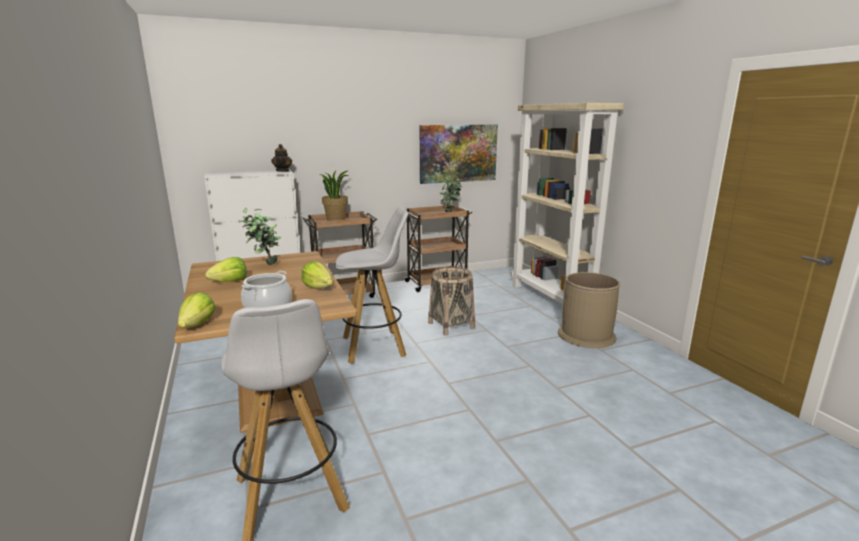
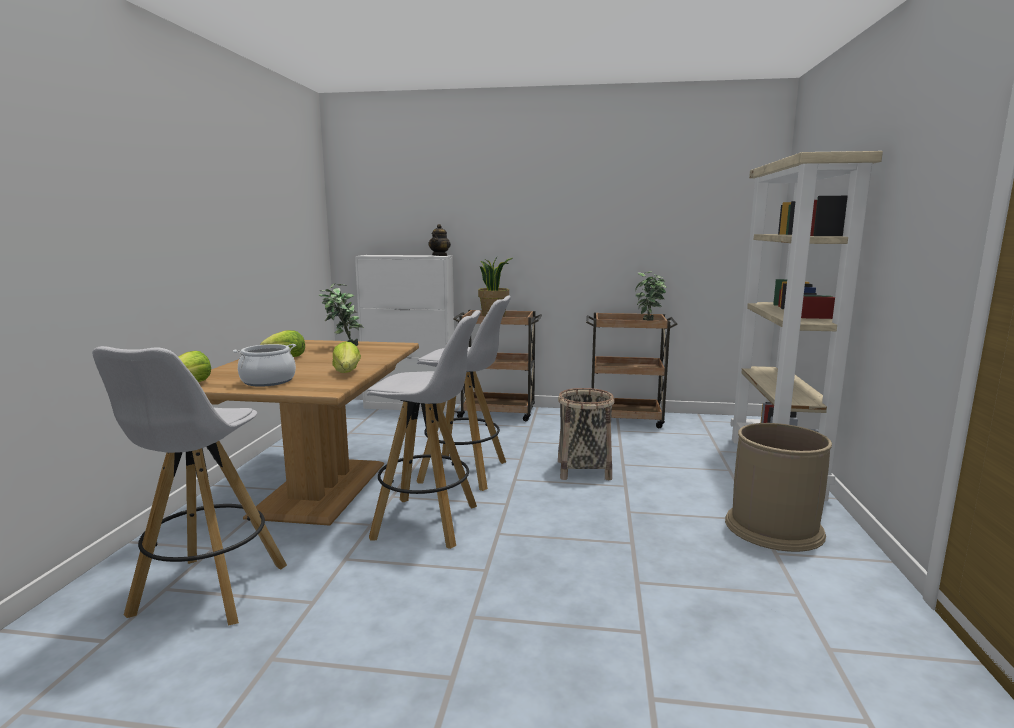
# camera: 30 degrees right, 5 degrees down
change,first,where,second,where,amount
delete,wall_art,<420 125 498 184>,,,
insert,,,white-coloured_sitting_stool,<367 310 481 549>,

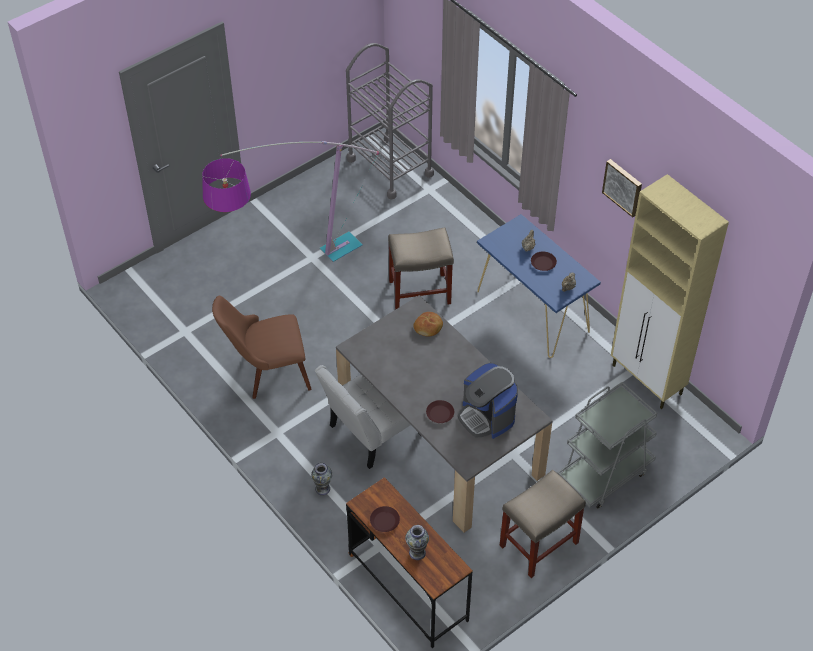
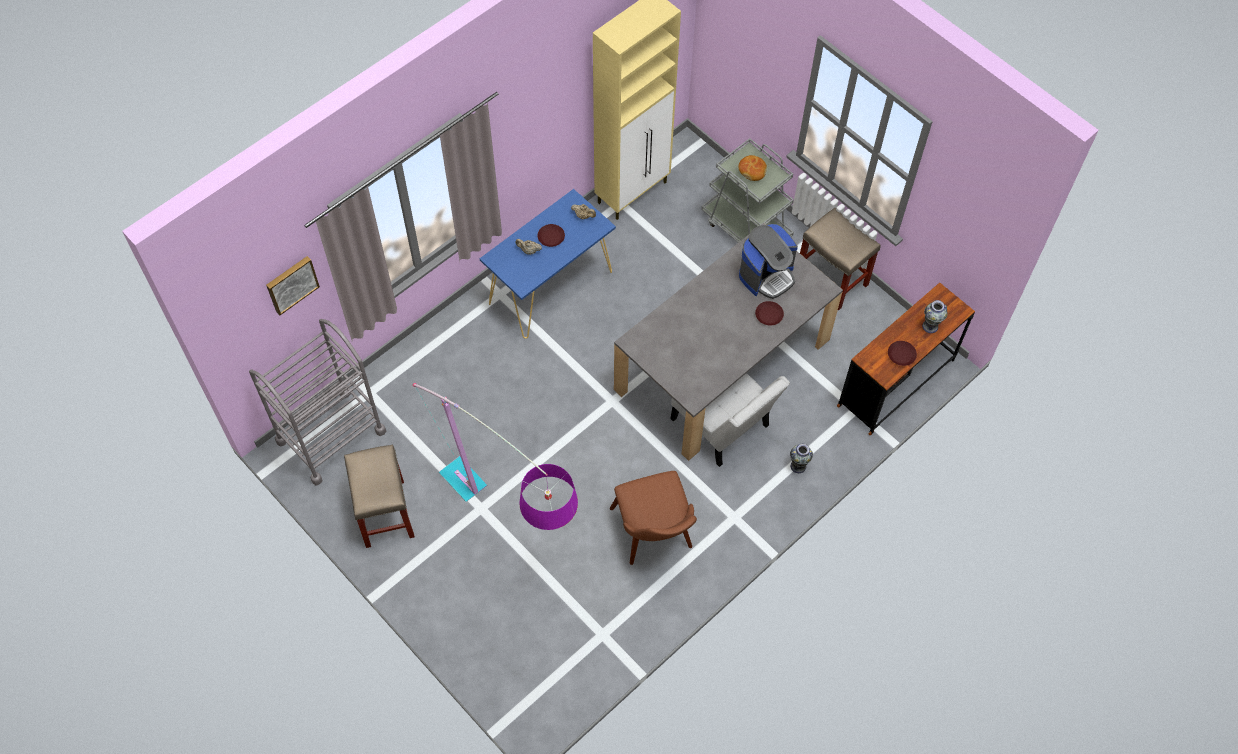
# camera: 95 degrees left, 10 degrees up
change,first,where,second,where,amount
move,wall_art,<602 159 642 218>,,<266 256 320 315>,
move,sand-coloured_sitting_stool,<388 227 454 310>,,<344 445 415 548>,
move,baked_bread,<413 312 443 336>,,<738 155 767 181>,

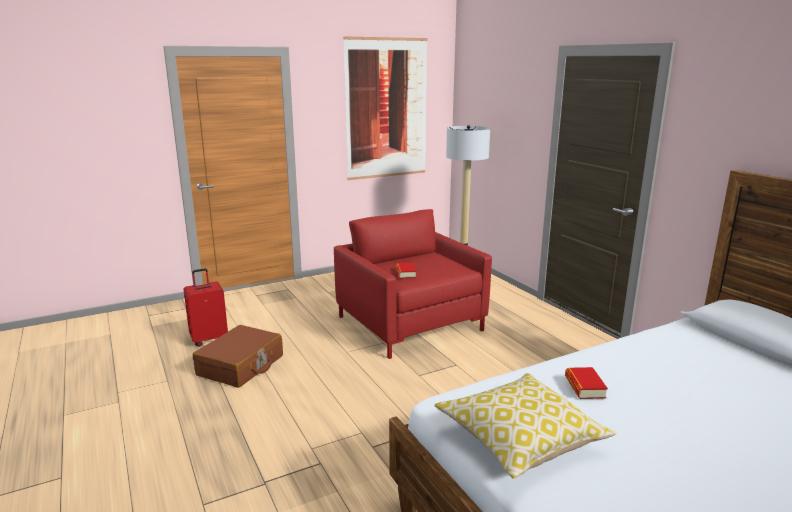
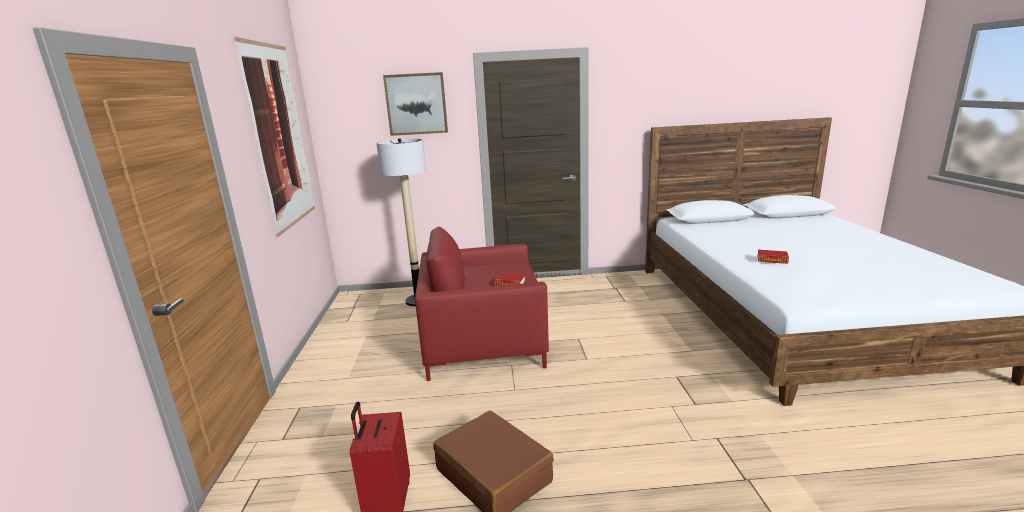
# camera: 65 degrees left, 0 degrees up
change,first,where,second,where,amount
delete,cushion,<434 373 616 479>,,,
insert,,,wall_art,<383 72 448 136>,

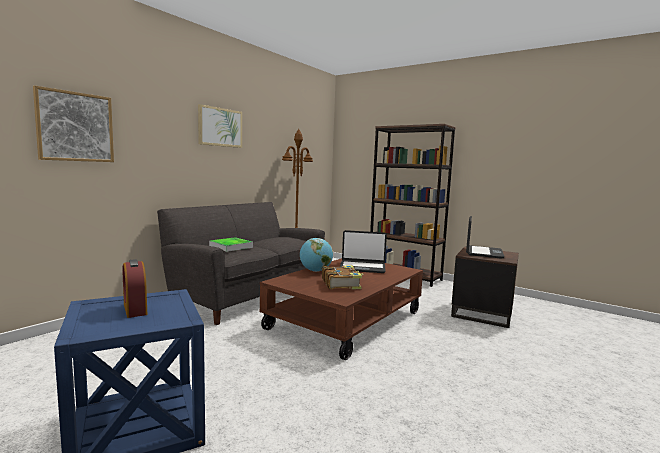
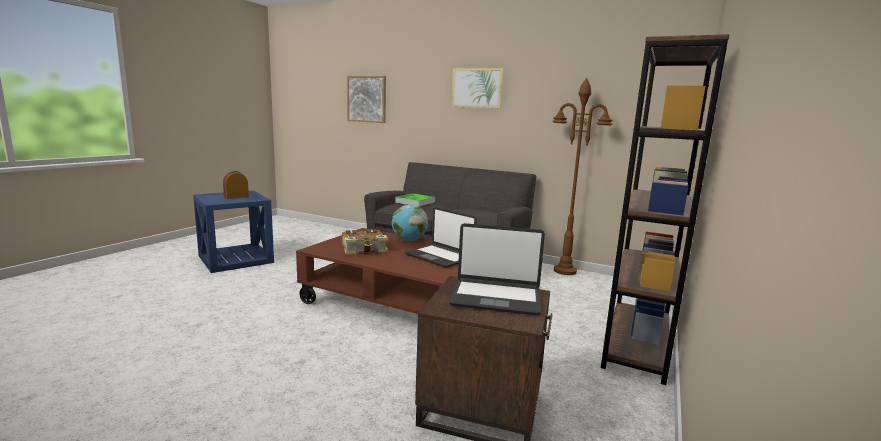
# camera: 80 degrees right, 5 degrees up
change,first,where,second,where,amount
rotate,notebook_computer,<339 230 387 273>,,<405 207 477 268>,45 degrees counterclockwise

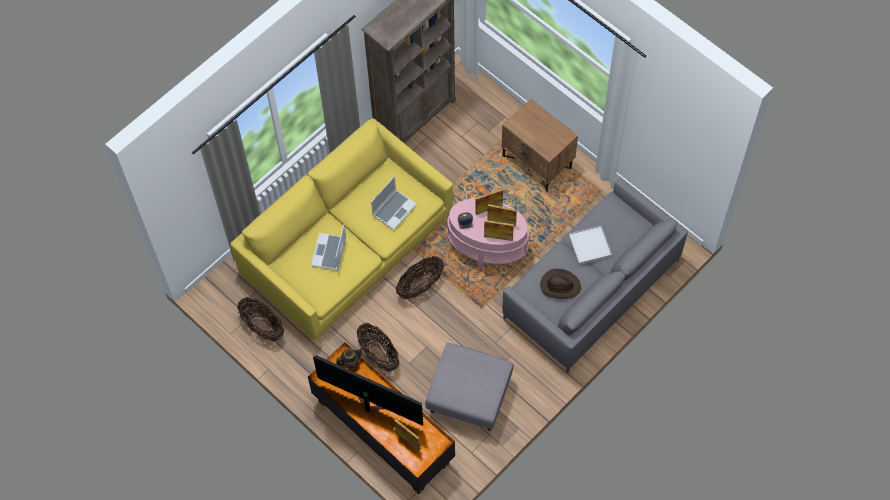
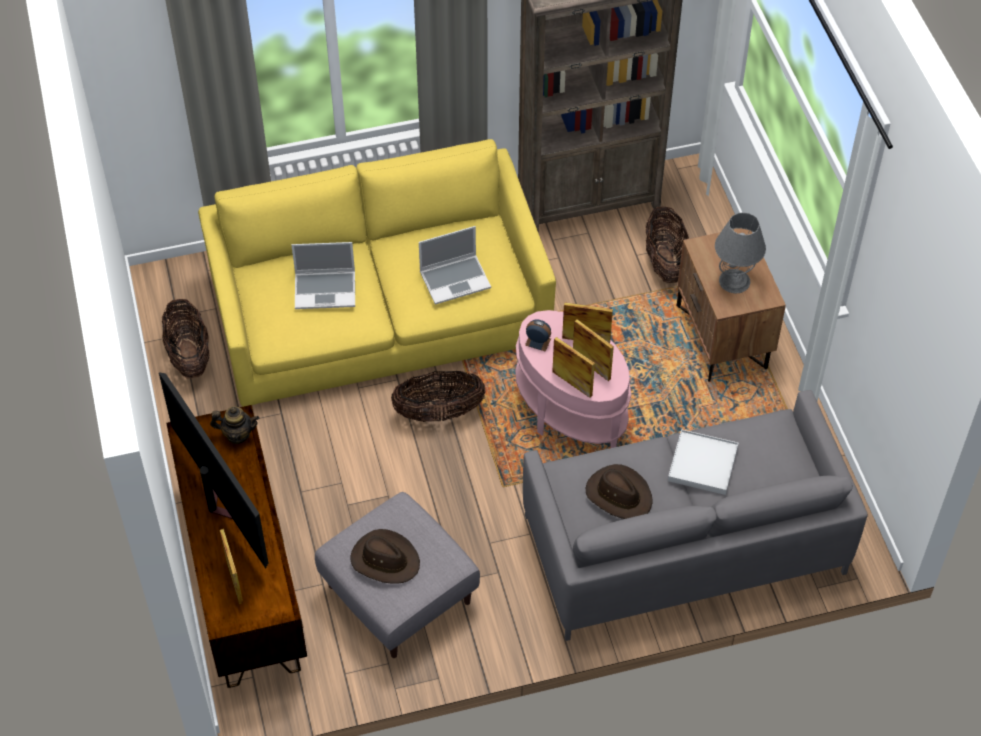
# camera: 30 degrees right, 10 degrees down
change,first,where,second,where,amount
rotate,notebook_computer,<311 224 346 270>,,<291 242 355 309>,135 degrees counterclockwise
move,storage_basket,<357 323 399 372>,,<646 207 689 283>,
insert,,,gray_lamp_for_a_table,<715 212 766 293>,
insert,,,brown_wearable_hat,<351 529 420 584>,

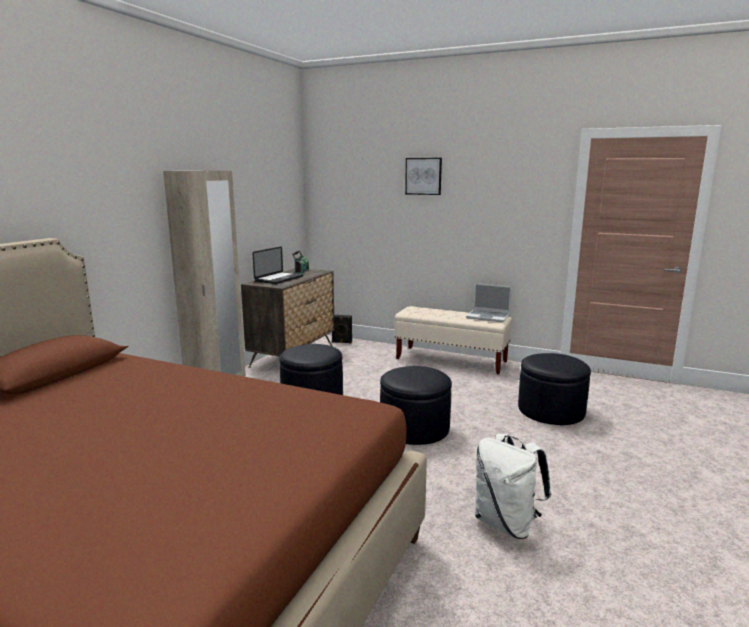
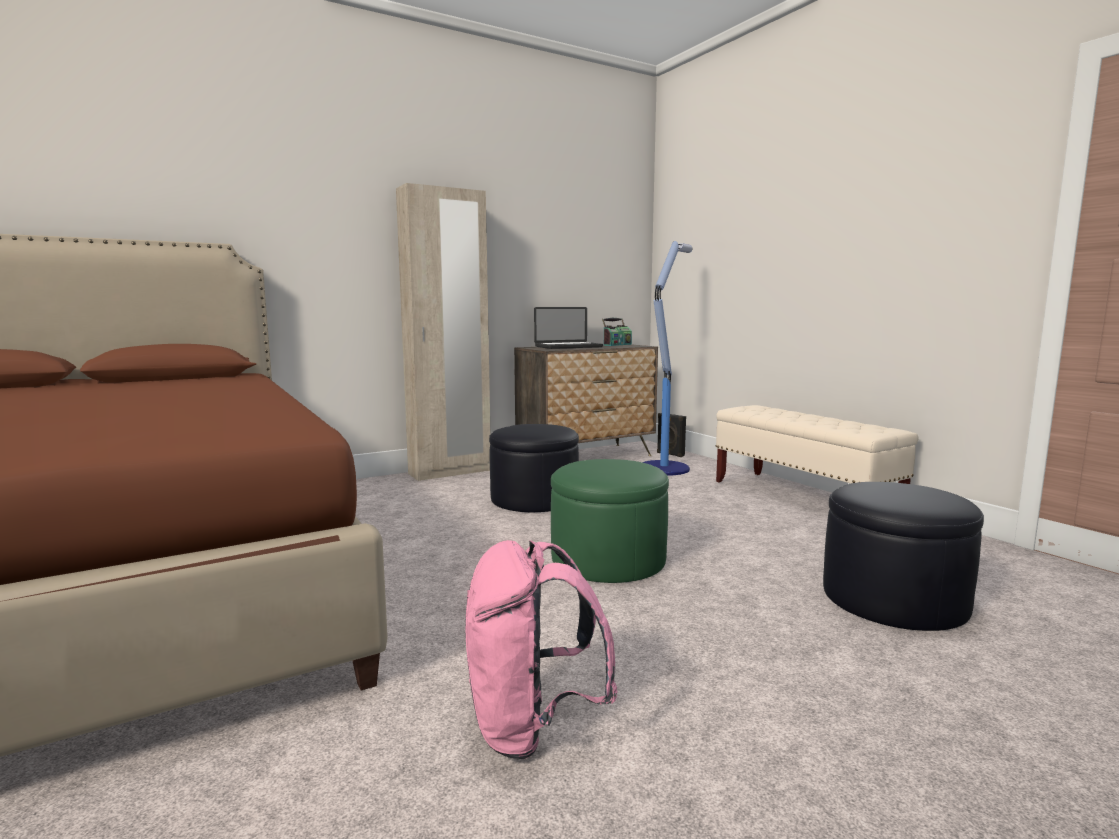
# camera: 35 degrees right, 5 degrees down
change,first,where,second,where,amount
delete,wall_art,<405 158 442 195>,,,
delete,notebook_computer,<466 283 512 323>,,,
recolor,blackish_ottoman,<380 366 452 445>,greenish_ottoman,<551 459 669 583>,
recolor,white-coloured_rucksack,<475 434 551 539>,pink-coloured_rucksack,<465 540 618 759>,
insert,,,standard_lamp,<642 241 693 476>,

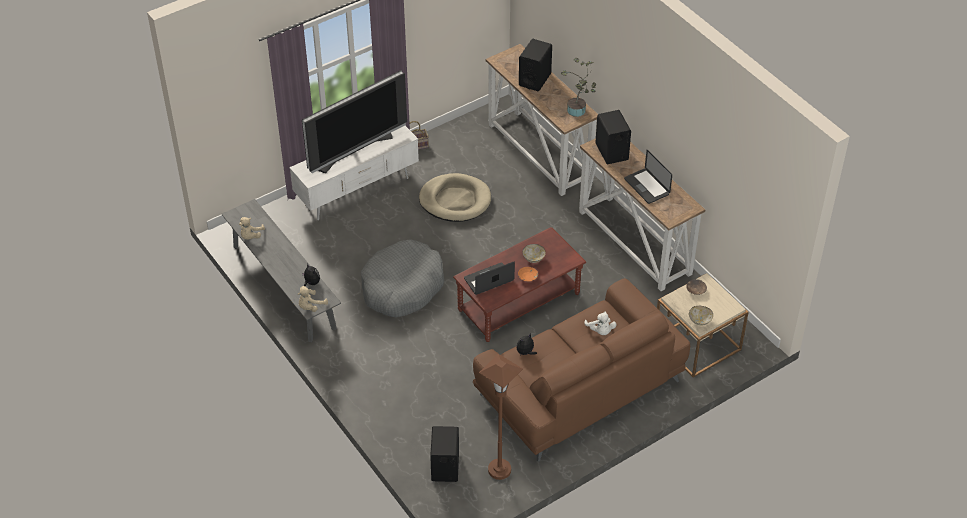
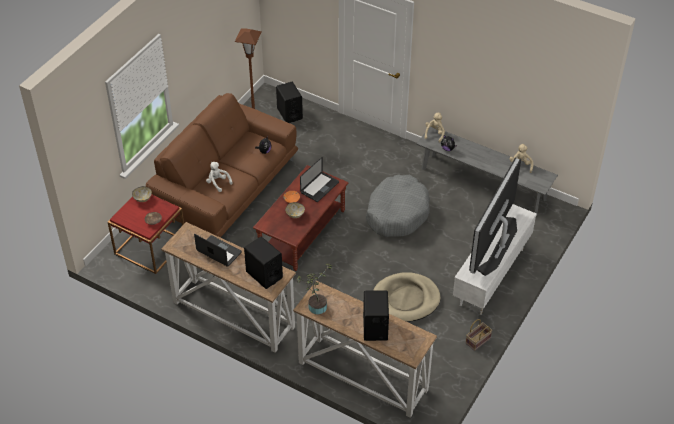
# camera: 155 degrees right, 0 degrees up
change,first,where,second,where,amount
recolor,sand-coloured_side_table,<657 273 749 378>,reddish_side_table,<108 194 184 274>,

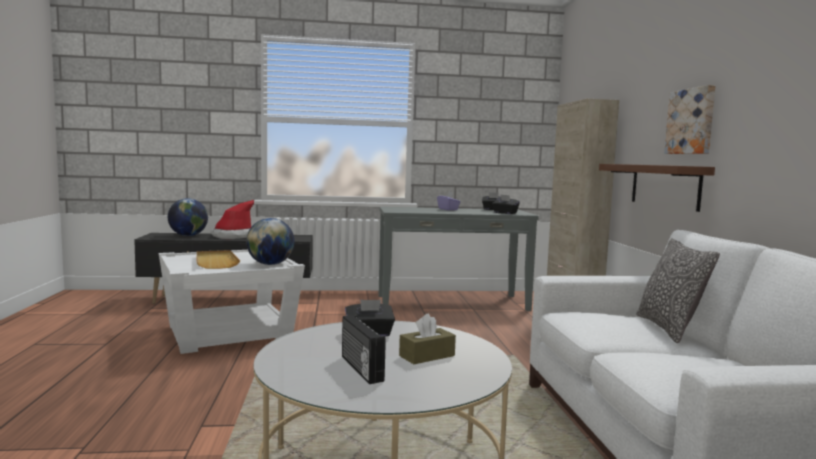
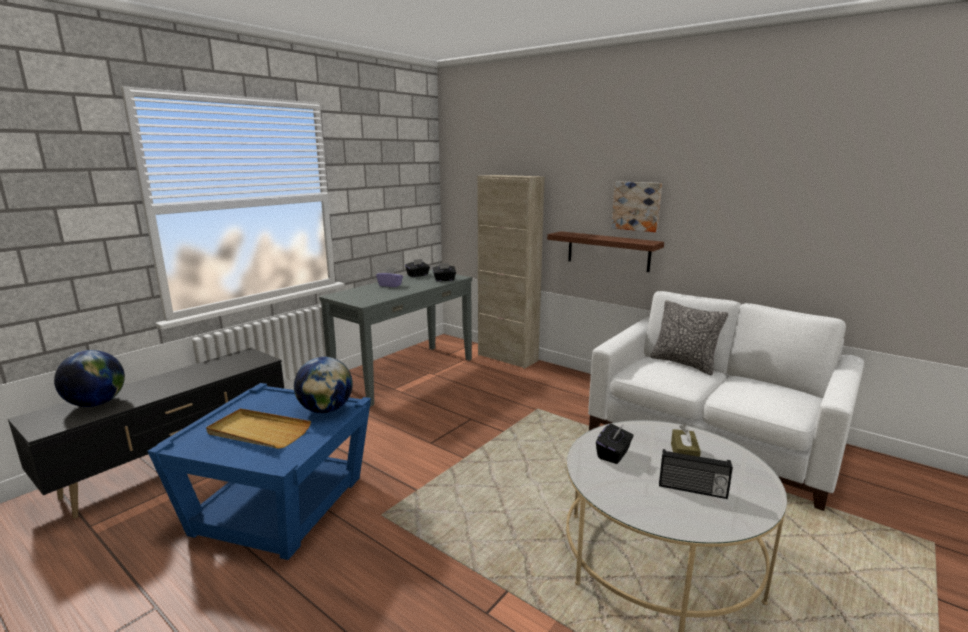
# camera: 45 degrees left, 10 degrees up
change,first,where,second,where,amount
delete,wearable_hat,<211 200 254 239>,,,
recolor,white-coloured_side_table,<159 250 305 354>,blue-coloured_side_table,<147 383 371 560>,

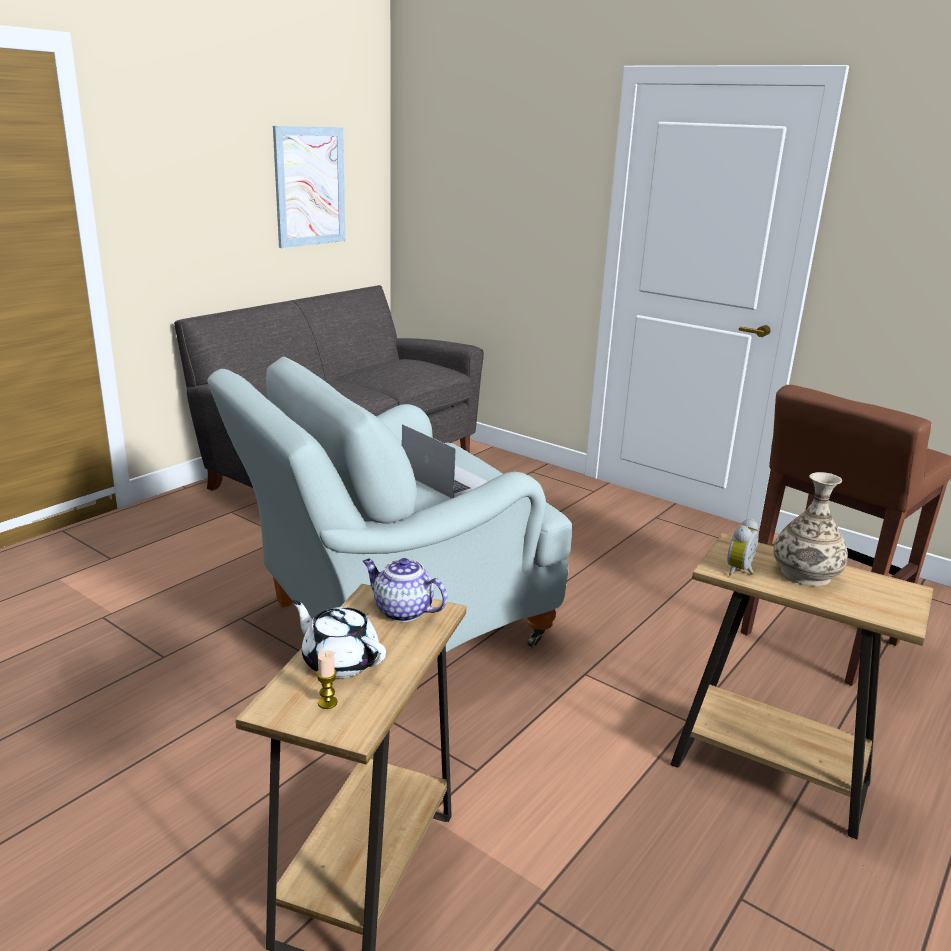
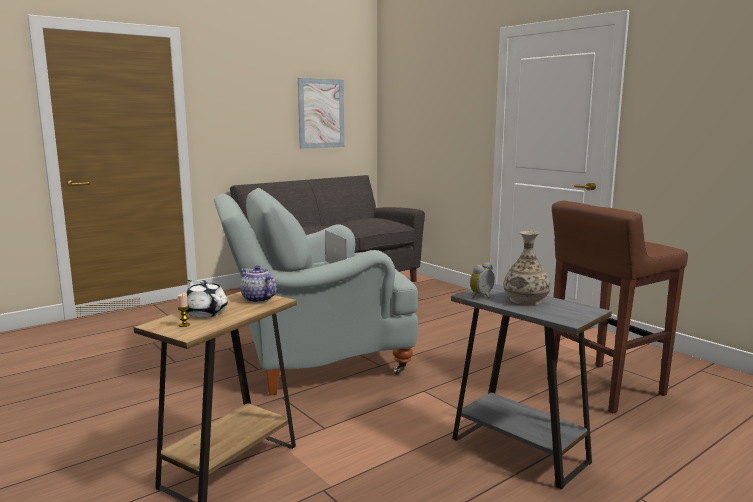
# camera: 15 degrees right, 10 degrees down
change,first,where,second,where,amount
recolor,brown_side_table,<670 533 933 839>,gray_side_table,<451 284 612 490>,

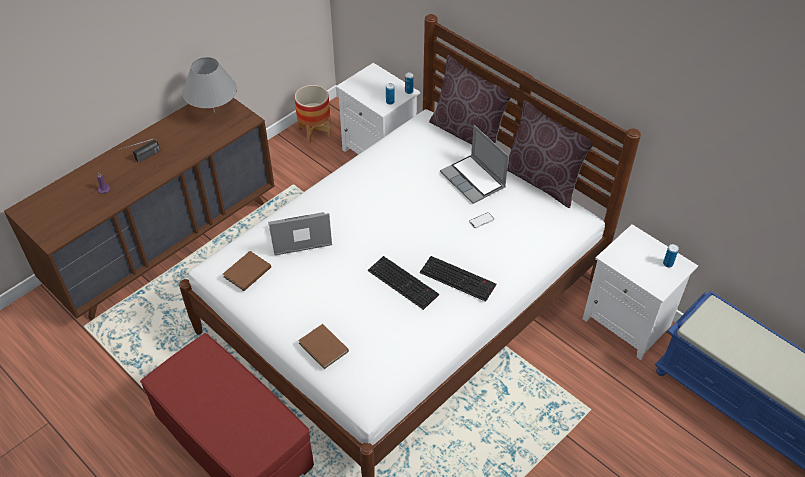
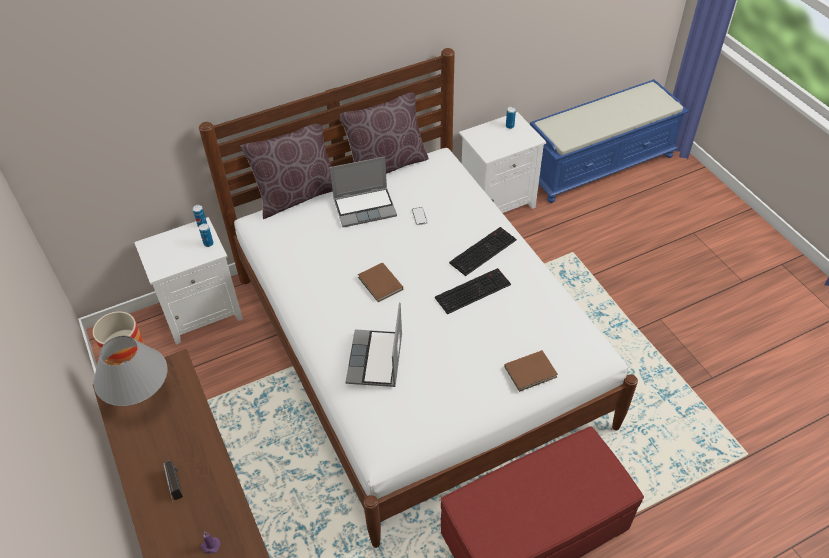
# camera: 70 degrees left, 0 degrees up
change,first,where,second,where,amount
move,brown_bound_book,<223 251 271 291>,,<358 262 403 302>,

